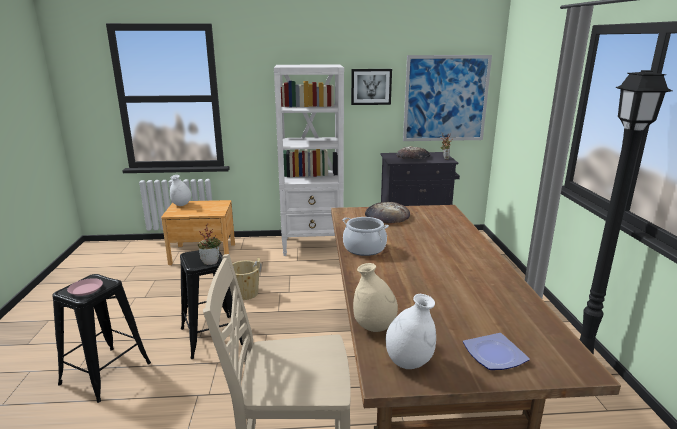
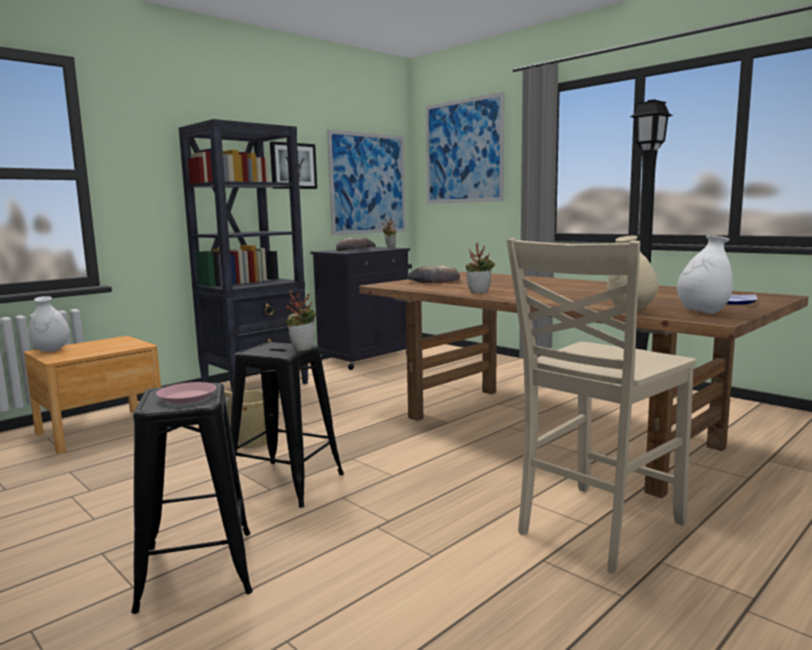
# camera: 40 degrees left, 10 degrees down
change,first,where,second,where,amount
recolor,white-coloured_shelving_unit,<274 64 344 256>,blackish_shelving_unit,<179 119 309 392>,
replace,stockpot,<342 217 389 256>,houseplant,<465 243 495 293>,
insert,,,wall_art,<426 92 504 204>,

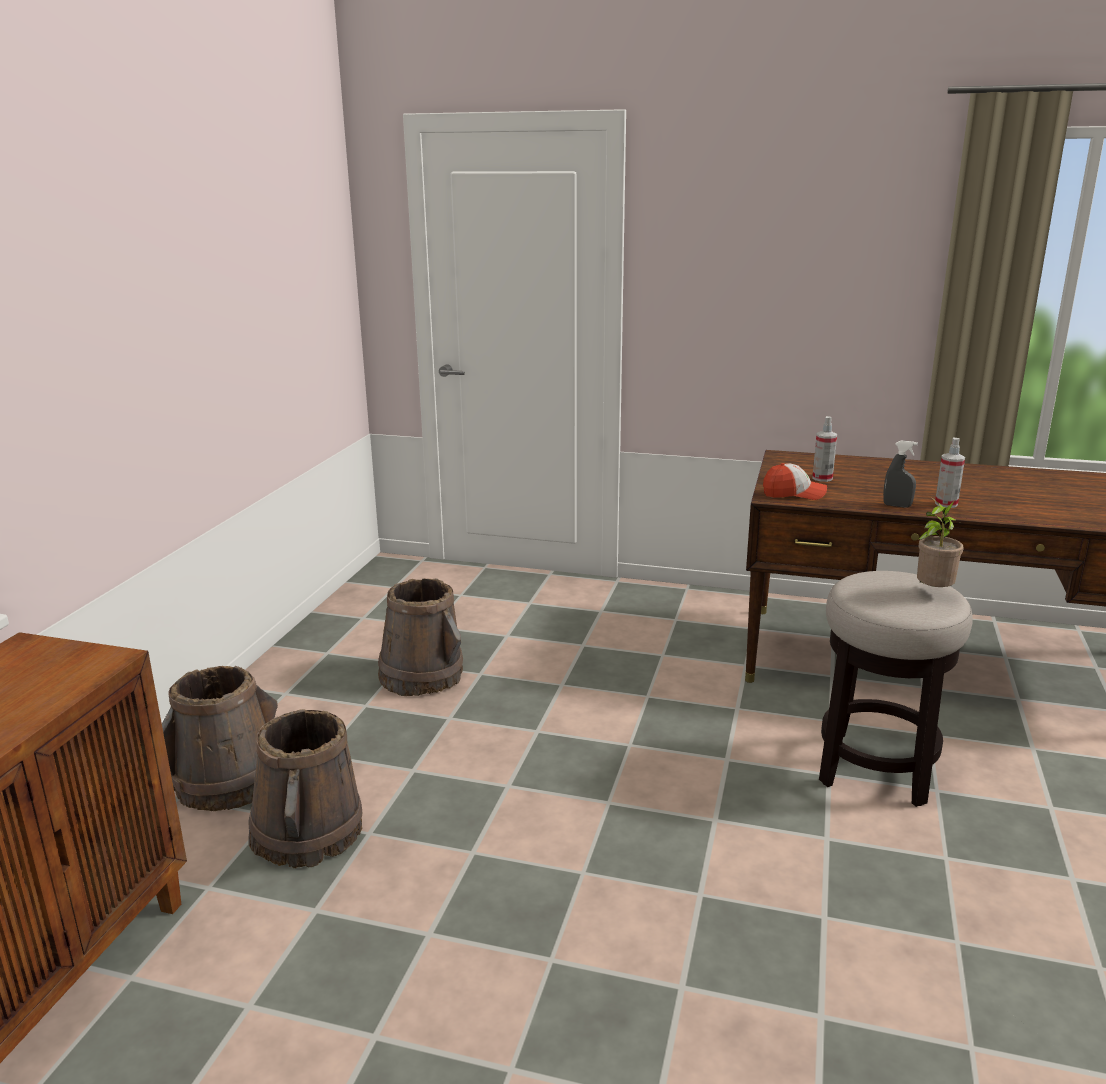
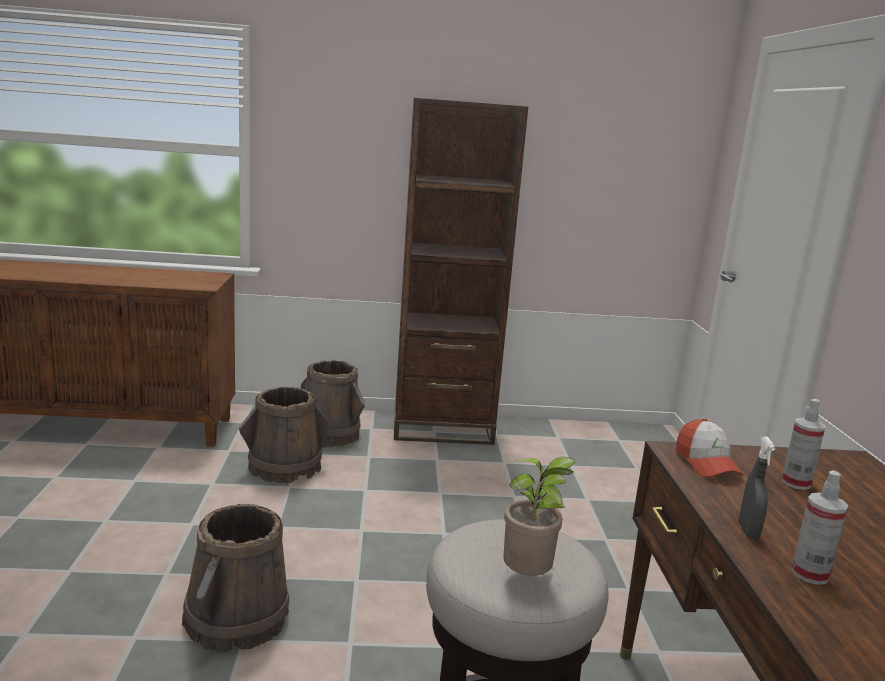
# camera: 70 degrees right, 5 degrees down
change,first,where,second,where,amount
move,brown_bucket,<378 578 463 696>,,<182 504 289 653>,
insert,,,brown_shelving_unit,<394 98 528 445>,

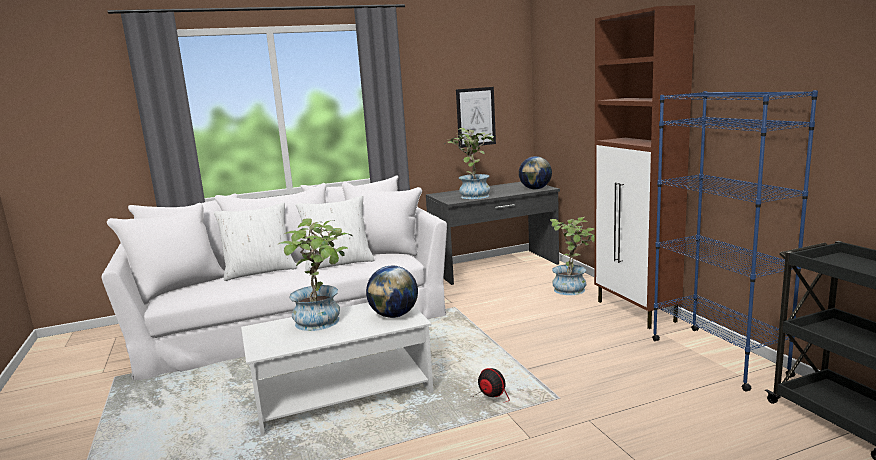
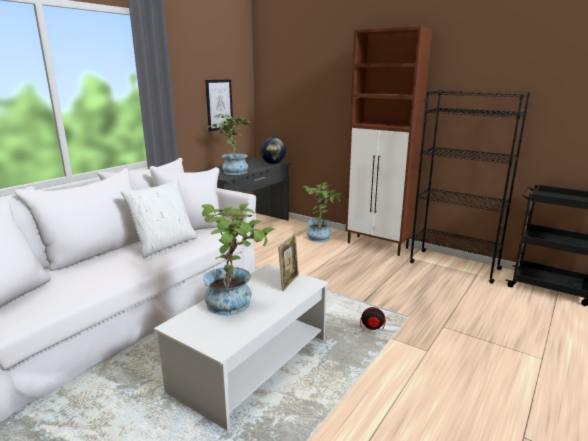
# camera: 35 degrees left, 5 degrees up
change,first,where,second,where,amount
recolor,blue-coloured_shelving_unit,<652 90 818 392>,blackish_shelving_unit,<410 90 530 284>,
delete,white-coloured_cushion,<214 203 297 281>,,,
replace,globe,<366 266 418 318>,standing_frame,<278 234 299 291>,

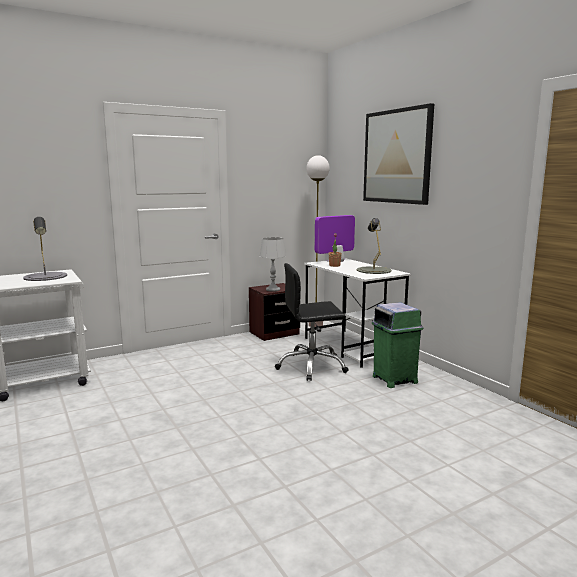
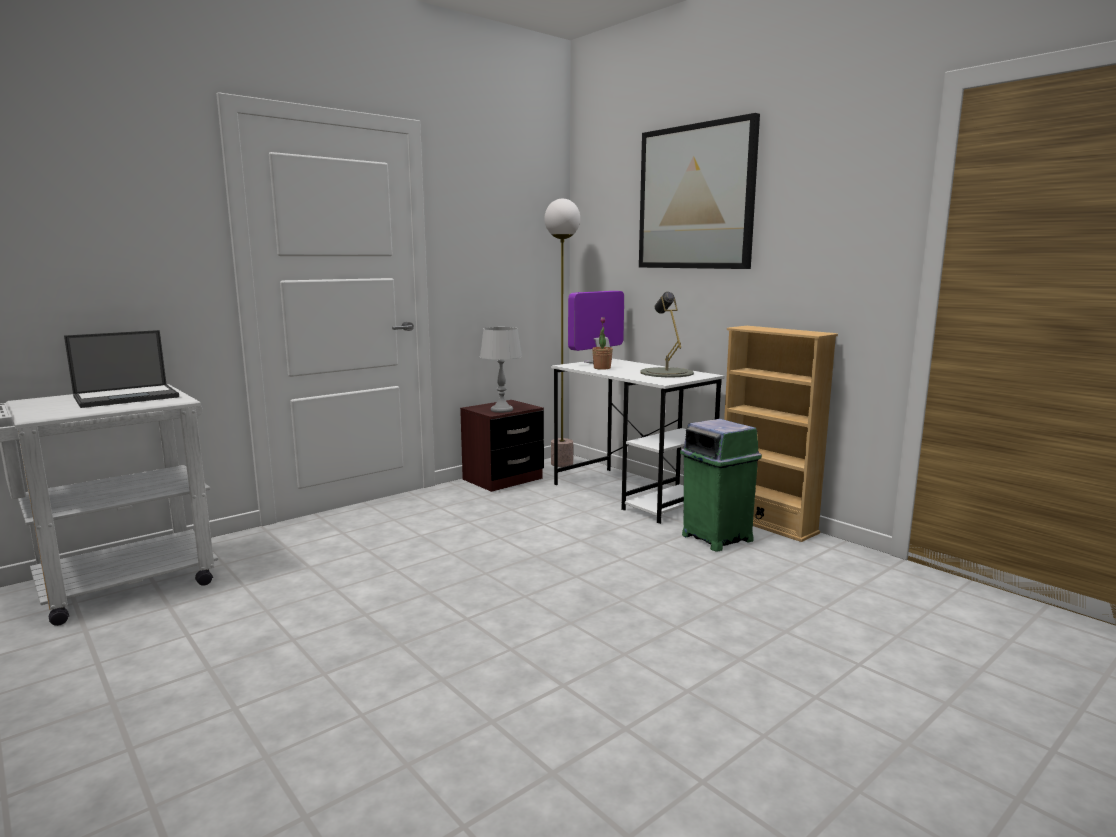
# camera: 10 degrees left, 0 degrees up
change,first,where,second,where,amount
replace,gray_lamp_for_a_table,<23 217 67 281>,notebook_computer,<64 330 179 408>,
delete,blackish_office_chair,<275 263 349 381>,,,
insert,,,sand-coloured_shelving_unit,<724 326 838 542>,

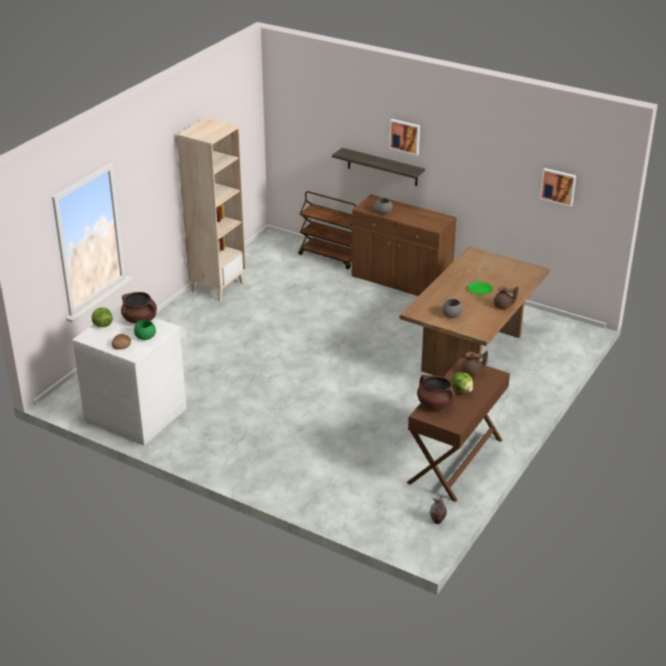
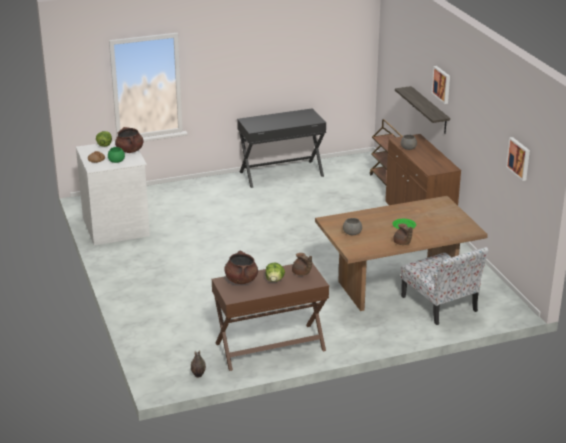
# camera: 40 degrees right, 5 degrees down
change,first,where,second,where,amount
replace,sand-coloured_shelving_unit,<177 118 246 301>,blackish_desk_unit,<237 108 326 188>,
insert,,,upright_chair,<401 247 489 325>,

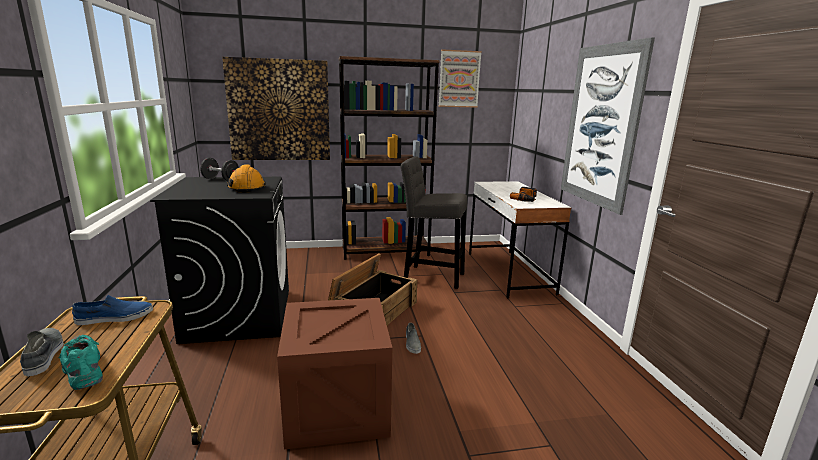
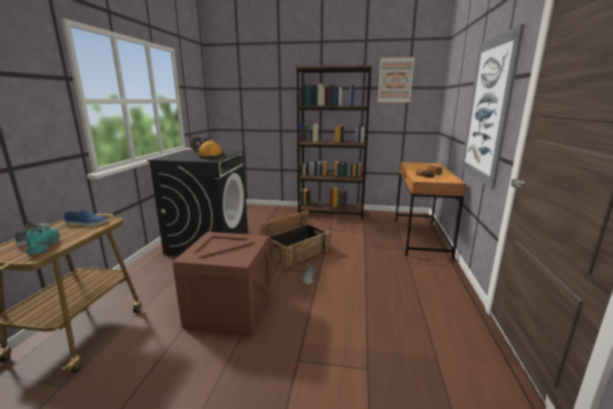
# camera: 20 degrees right, 0 degrees up
change,first,where,second,where,amount
delete,wall_art,<222 57 330 160>,,,
delete,gray_sitting_stool,<401 156 467 289>,,,
recolor,white-coloured_desk_unit,<469 181 571 299>,brown_desk_unit,<395 162 466 259>,

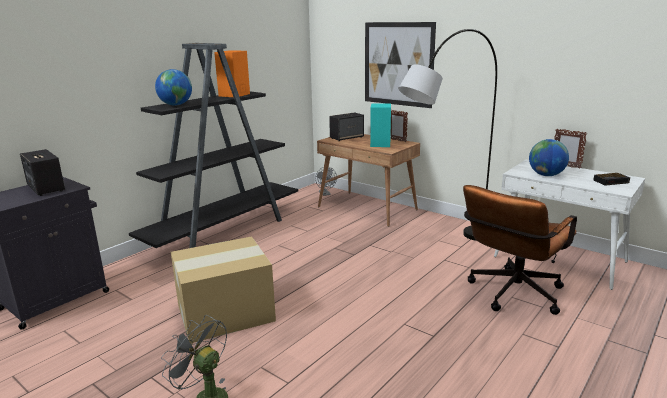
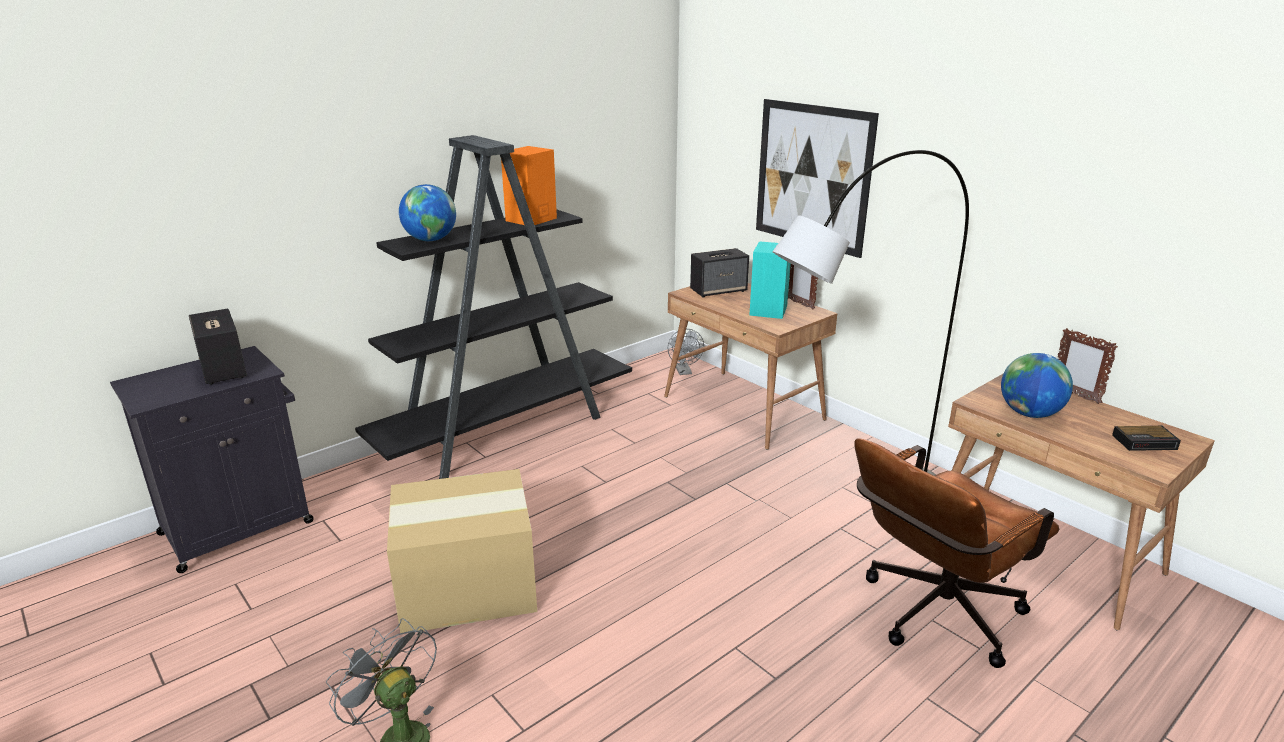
# camera: 10 degrees right, 5 degrees up
change,first,where,second,where,amount
recolor,white-coloured_desk_unit,<494 160 645 290>,brown_desk_unit,<948 374 1215 630>,

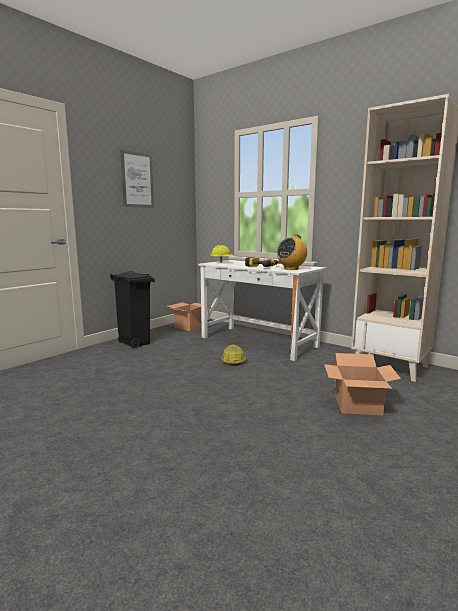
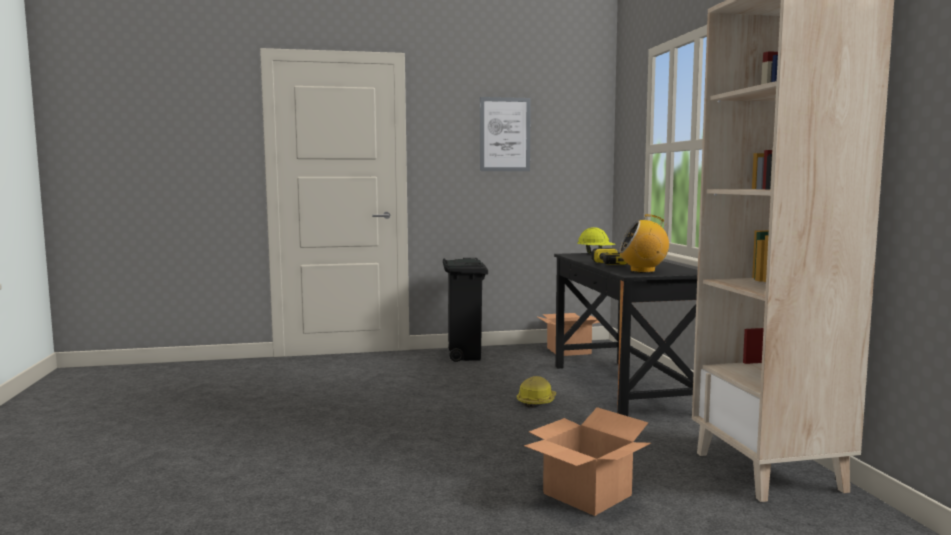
# camera: 40 degrees right, 5 degrees down
change,first,where,second,where,amount
recolor,white-coloured_desk_unit,<198 260 326 361>,blackish_desk_unit,<554 252 698 416>,

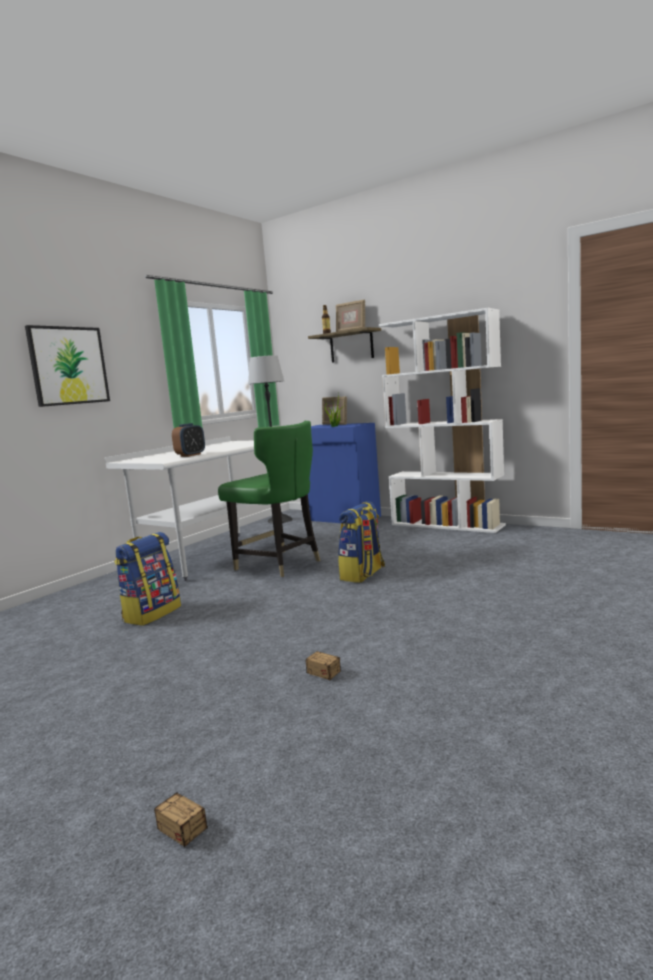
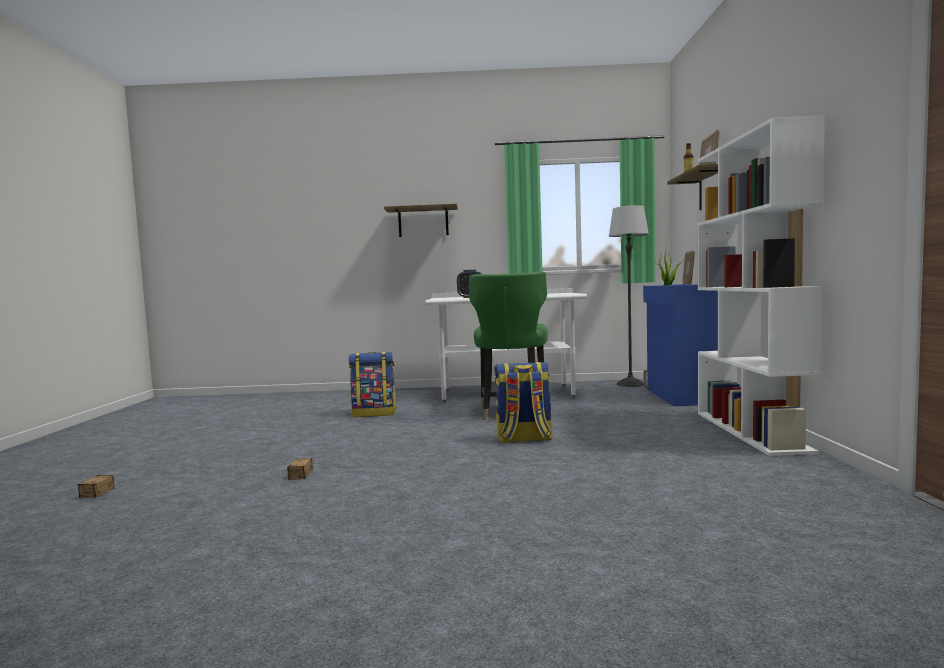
# camera: 55 degrees right, 5 degrees down
change,first,where,second,where,amount
replace,wall_art,<25 325 110 407>,shelf,<384 204 458 237>,

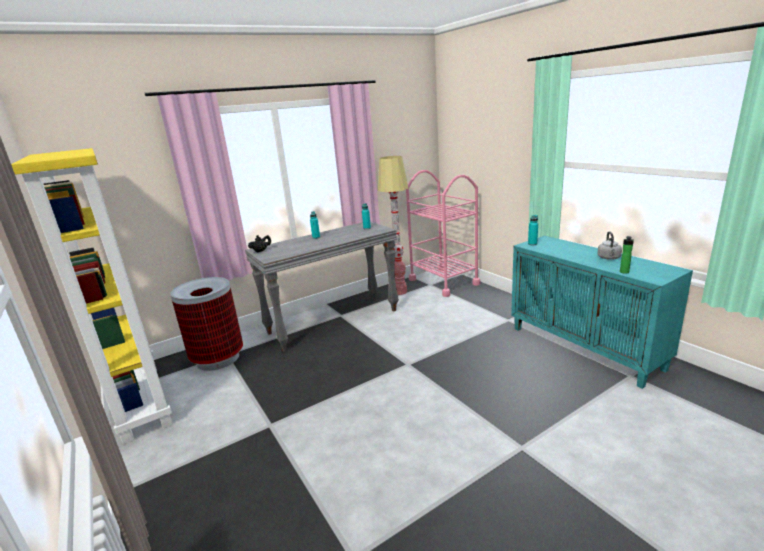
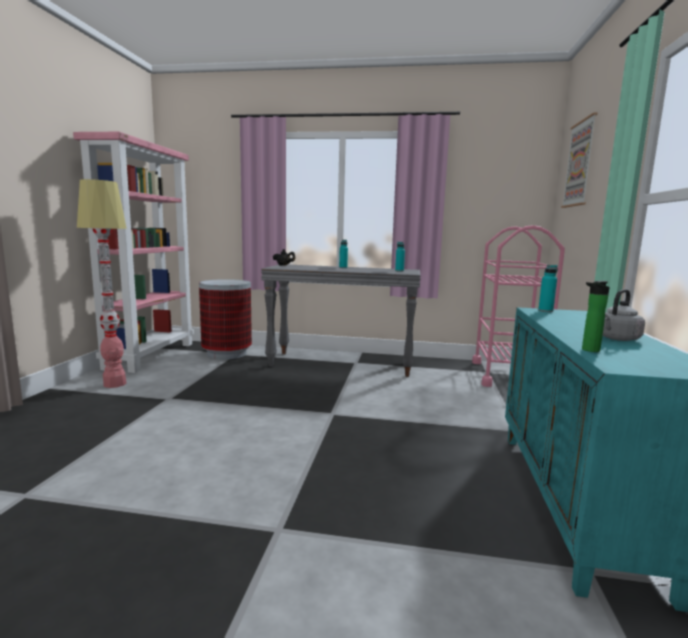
# camera: 40 degrees right, 10 degrees down
change,first,where,second,where,amount
recolor,yellow-coloured_shelving_unit,<11 148 173 445>,pink-coloured_shelving_unit,<73 132 194 373>,
move,standard_lamp,<378 156 408 295>,,<77 179 127 388>,
insert,,,wall_art,<561 113 597 208>,

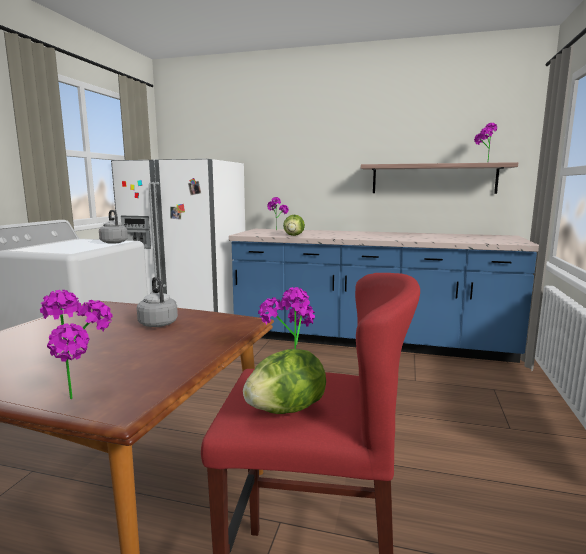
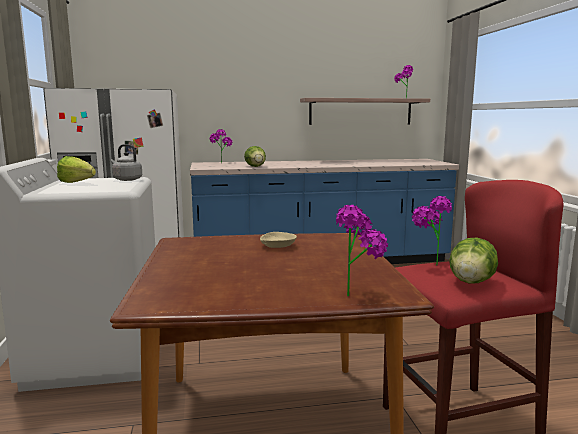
# camera: 25 degrees left, 0 degrees up
change,first,where,second,where,amount
replace,gray_kettle,<137 277 178 327>,sand-coloured_serving_bowl,<260 232 297 248>,
insert,,,lettuce_head,<57 156 96 183>,

